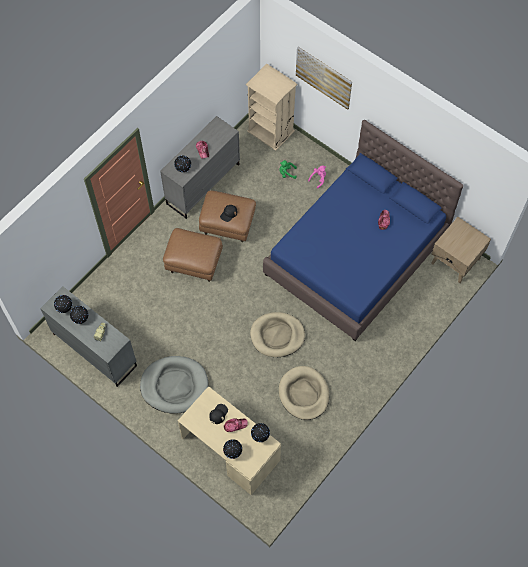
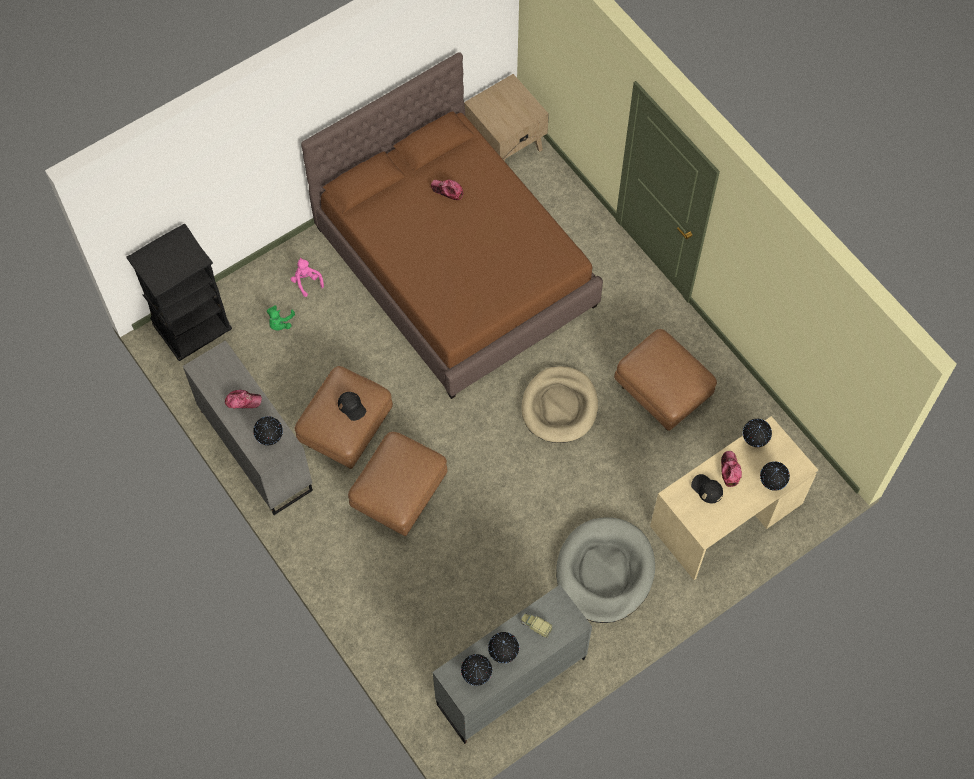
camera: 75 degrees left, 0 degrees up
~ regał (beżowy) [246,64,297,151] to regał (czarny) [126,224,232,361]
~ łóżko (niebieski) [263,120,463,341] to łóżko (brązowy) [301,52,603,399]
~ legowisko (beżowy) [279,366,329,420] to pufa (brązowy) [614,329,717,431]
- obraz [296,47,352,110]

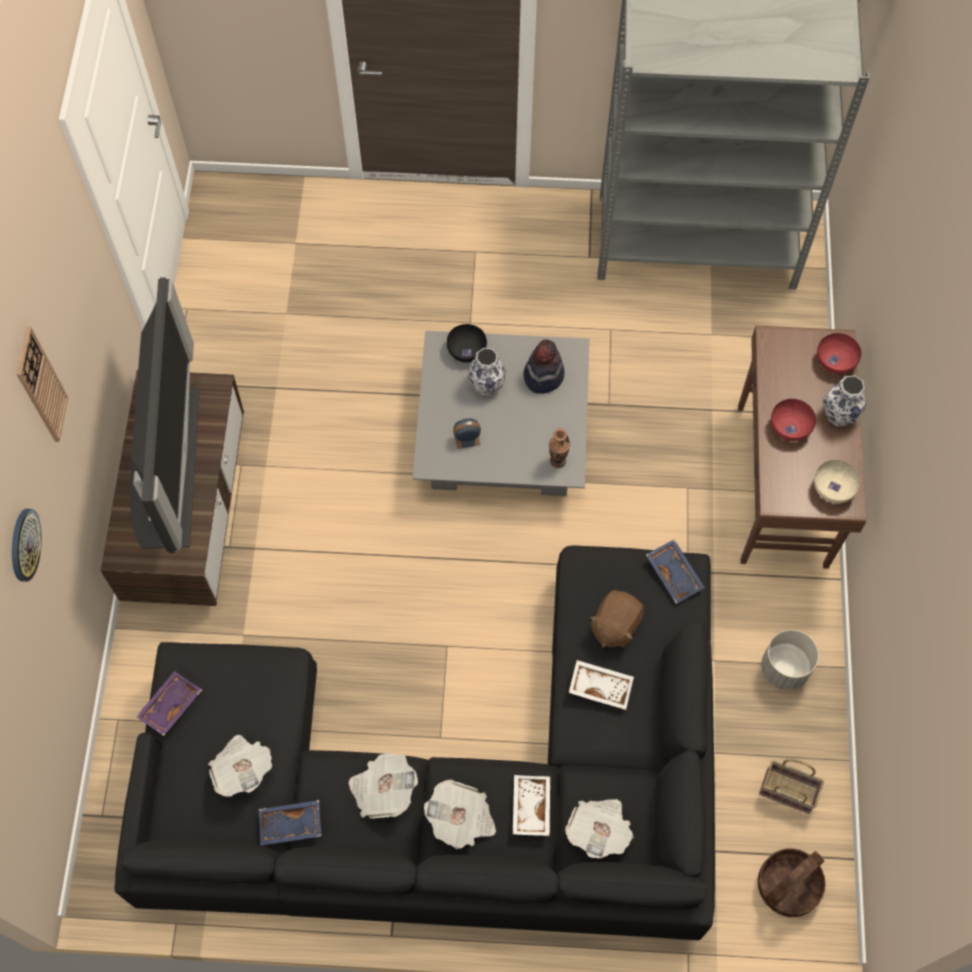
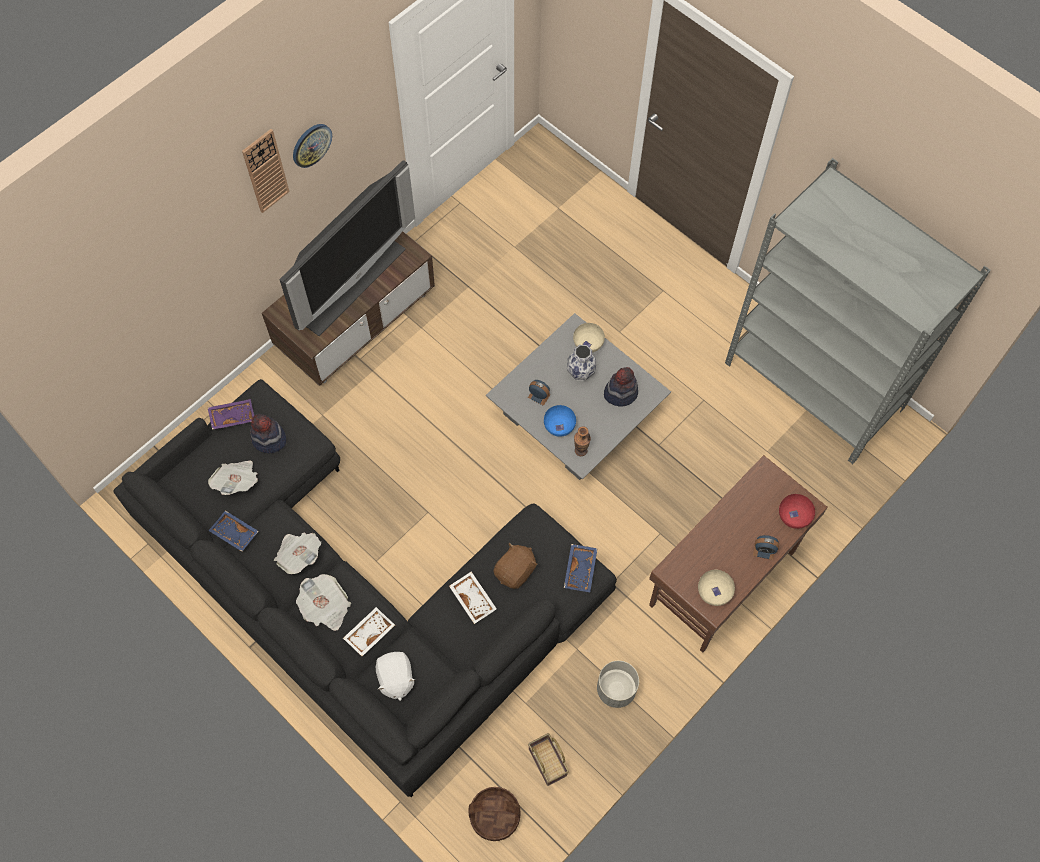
camera: 40 degrees right, 0 degrees up
+ kapelusz [250,414,286,453]
~ zegar ścienny [12,509,42,582] to [293,124,332,168]
~ gazeta [565,799,634,858] to pluszak (biały) [376,652,415,701]
~ pluszak (brązowy) [590,590,644,648] = [493,543,538,589] 150 degrees clockwise
+ miska (niebieski) [544,405,576,437]
~ miska (czarny) [447,324,487,363] to miska (beżowy) [573,323,605,353]
~ wazon [823,375,866,426] to budzik [753,535,779,560]
- miska (czerwony) [771,399,816,441]

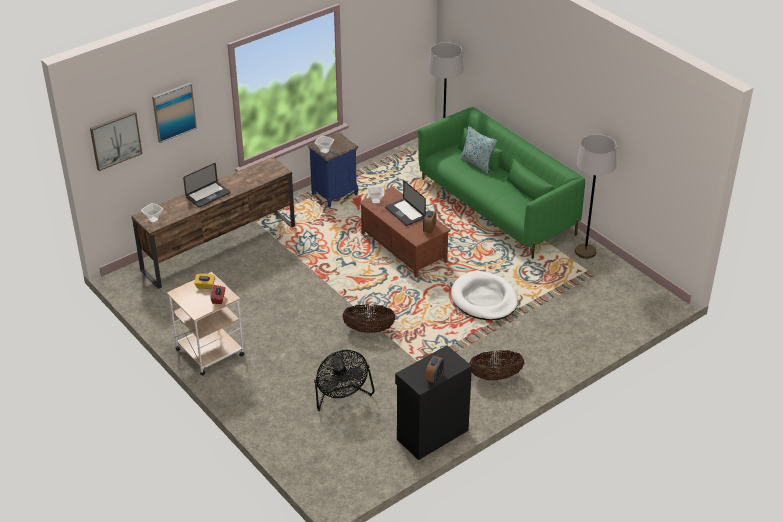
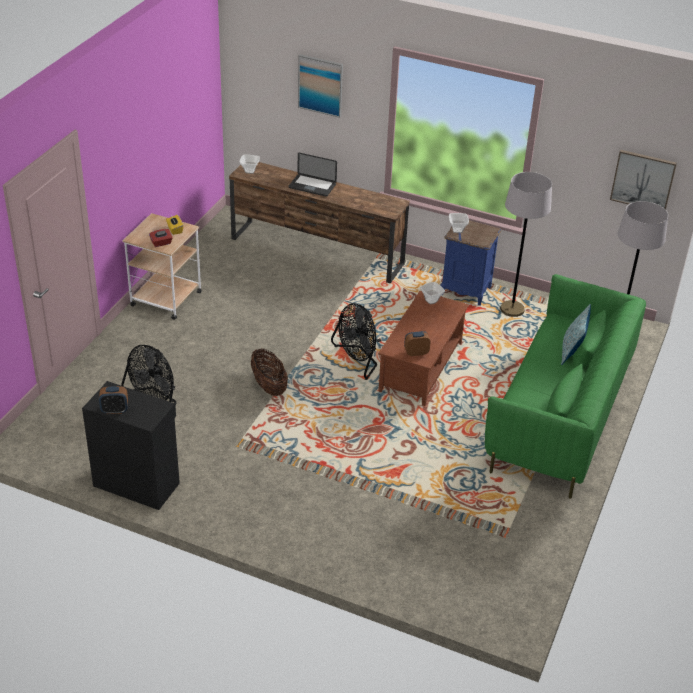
camera: 60 degrees right, 0 degrees up
+ wentylator (czarny) [331,303,382,380]
~ lampa stojąca (szary) [575,134,616,259] to [500,172,552,317]
~ obraz [90,111,142,171] to [610,150,677,209]
- laptop [385,181,426,226]
- legowisko (biały) [451,271,518,320]
- koszyk [469,350,524,380]

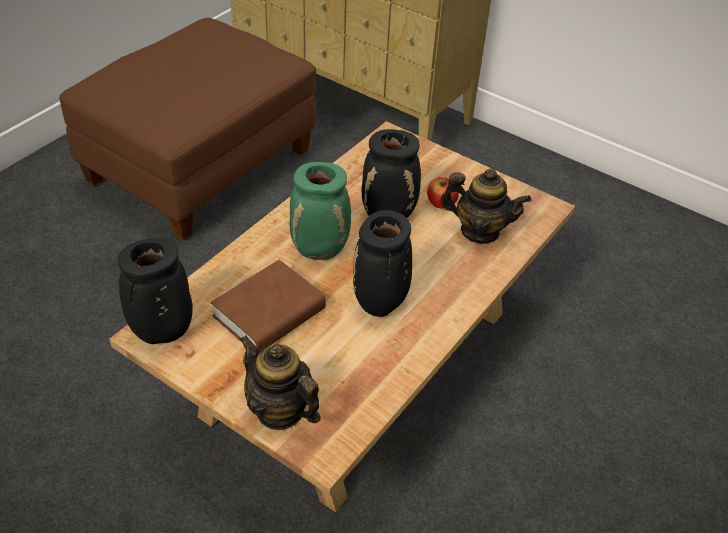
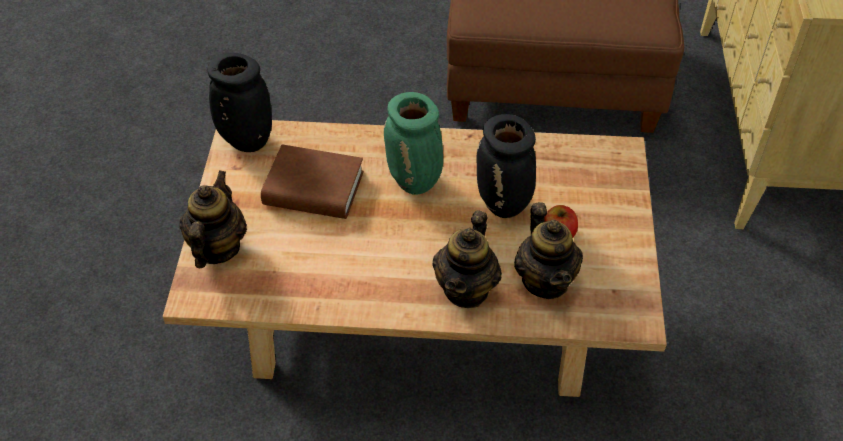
camera: 60 degrees right, 5 degrees up
+ imbryk [432,210,502,308]
- wazon (czarny) [353,210,412,317]

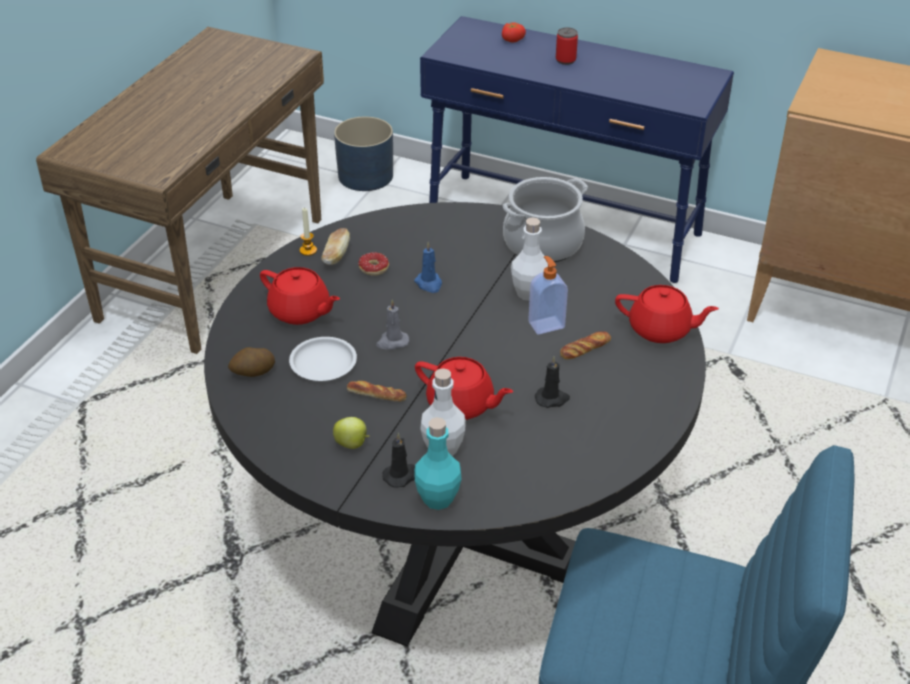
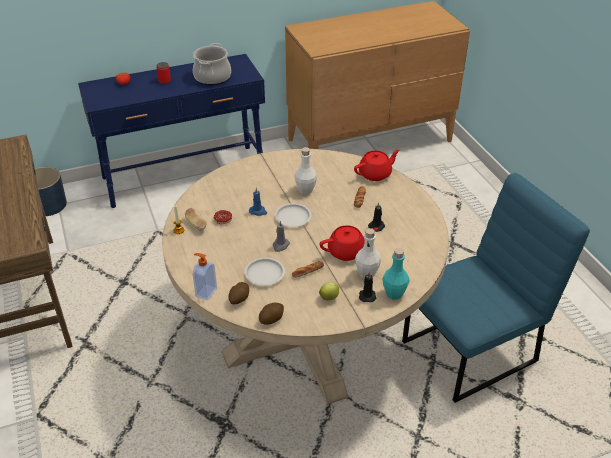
camera: 45 degrees left, 0 degrees up
~ stół jadalny (czarny) [204,202,706,646] to stół jadalny (beżowy) [162,149,449,404]
~ garnek [503,177,588,262] to [193,43,231,85]
~ dozownik mydła [528,256,568,335] to [193,253,217,301]
+ ziemniak [259,303,284,325]
+ talerz (biały) [274,203,311,227]
- imbryk (czerwony) [260,267,340,325]

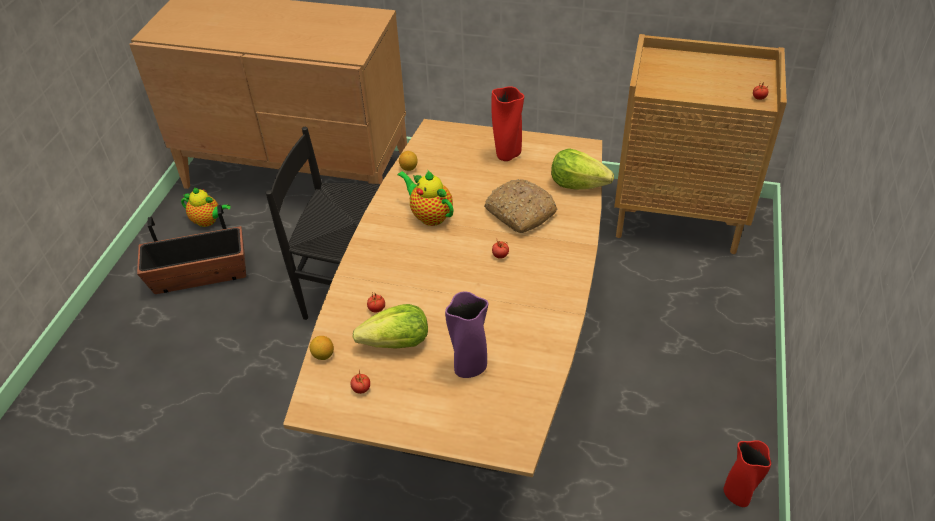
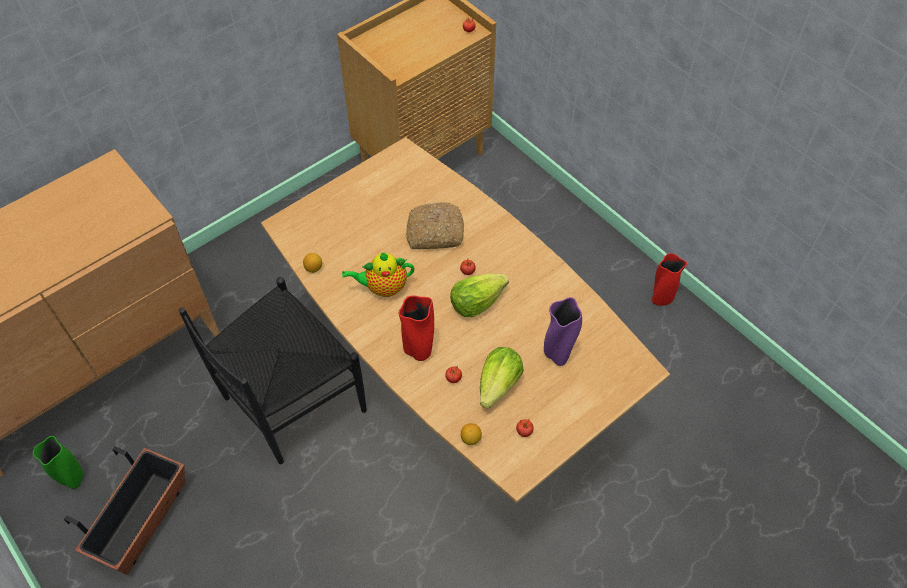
camera: 55 degrees left, 10 degrees up
~ imbryk [181,187,231,227] to wazon (zielony) [33,436,83,489]
~ wazon (czerwony) [491,86,524,161] to [399,295,434,361]
~ sałata [551,149,614,190] to [450,274,509,317]

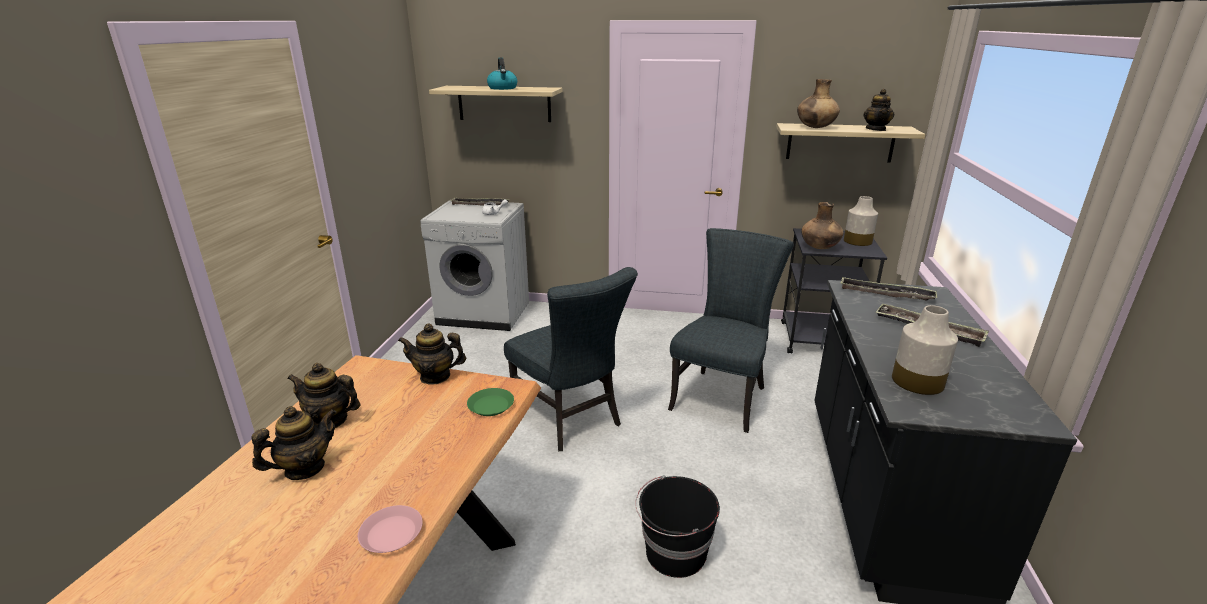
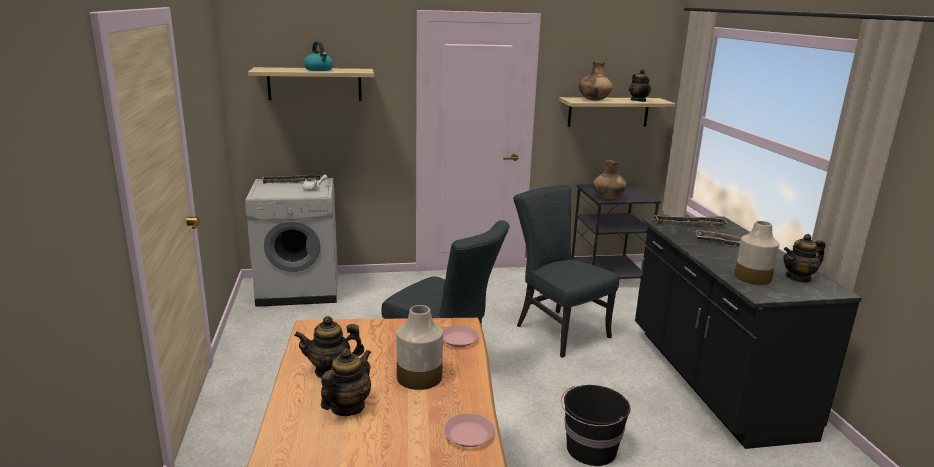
camera: 20 degrees left, 5 degrees down
~ wazon (beżowy) [844,196,878,246] to [396,305,443,390]
~ talerz (zielony) [467,388,514,416] to talerz (różowy) [443,325,479,347]
~ krzesło (szary) [668,228,794,433] = [513,185,619,358] 45 degrees counterclockwise
~ imbryk [398,324,466,385] to [784,234,825,283]

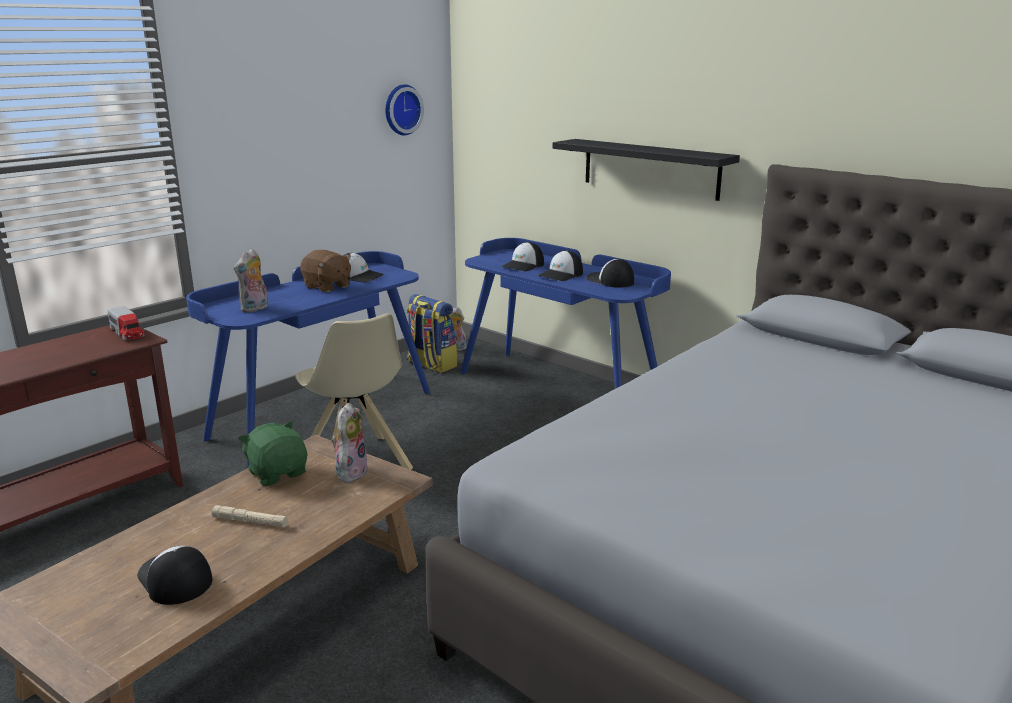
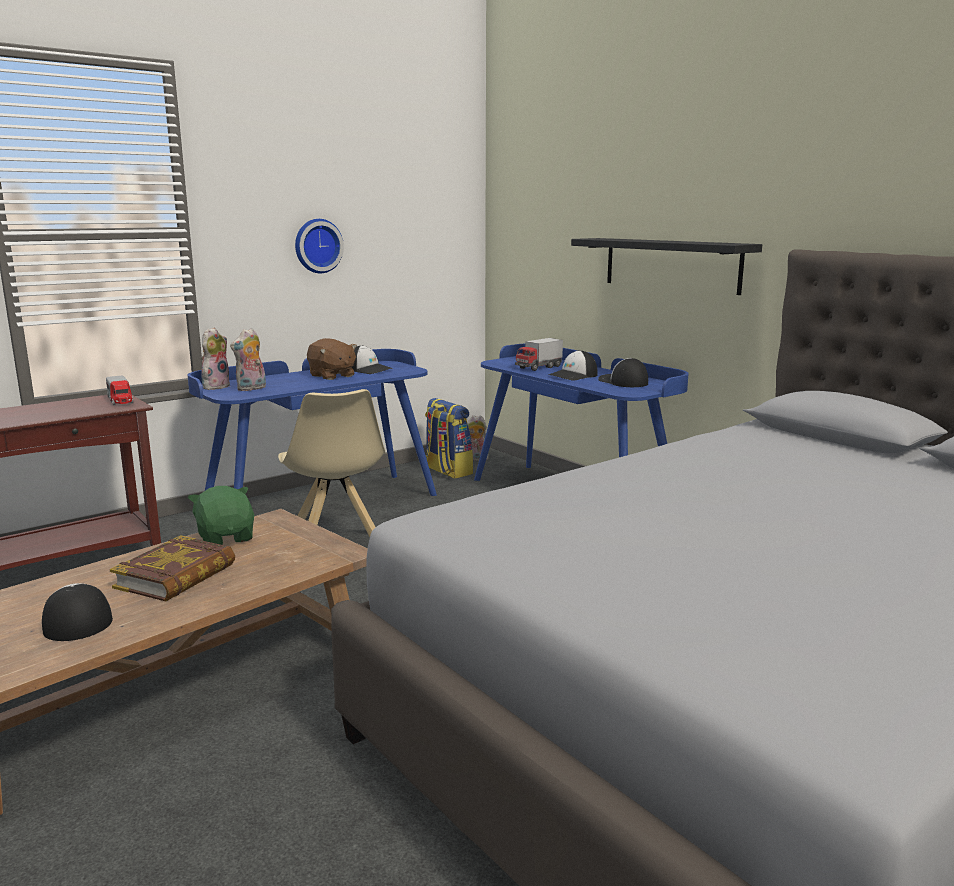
camera: 10 degrees right, 5 degrees down
~ latarka (beżowy) [212,505,288,528] to książka [110,535,235,601]
~ pluszak [331,403,368,483] to [201,327,230,390]
~ zegar ścienny [385,84,424,135] to [295,219,344,273]
~ czapka z daszkiem [501,242,544,271] to ciężarówka zabawkowa [515,338,563,371]

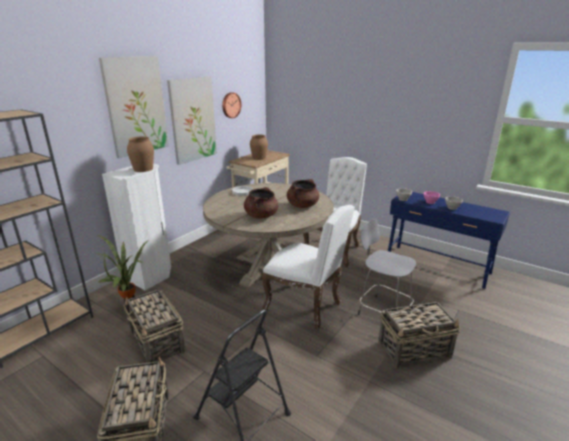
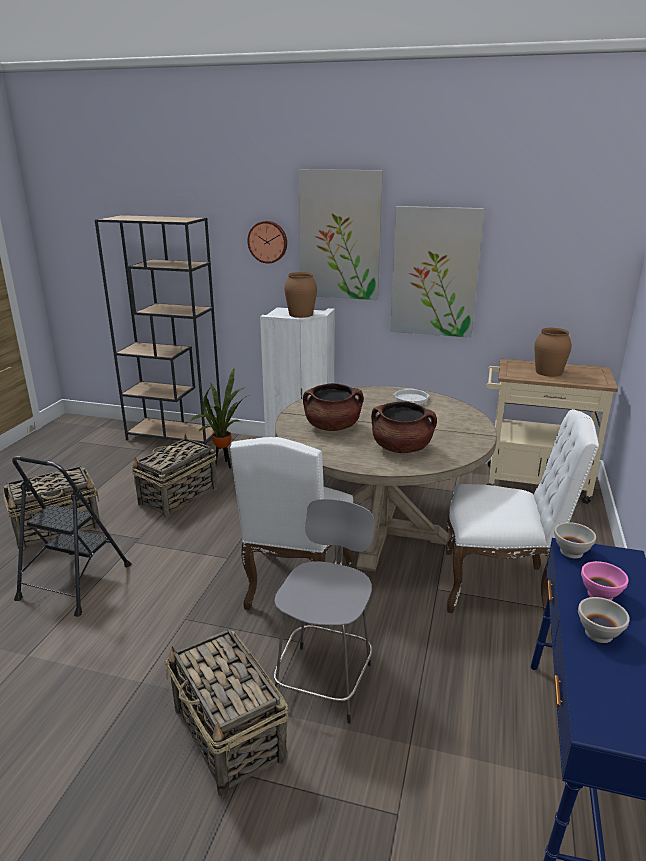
camera: 70 degrees right, 0 degrees up
~ zegar ścienny [222,92,241,118] to [247,221,287,263]

